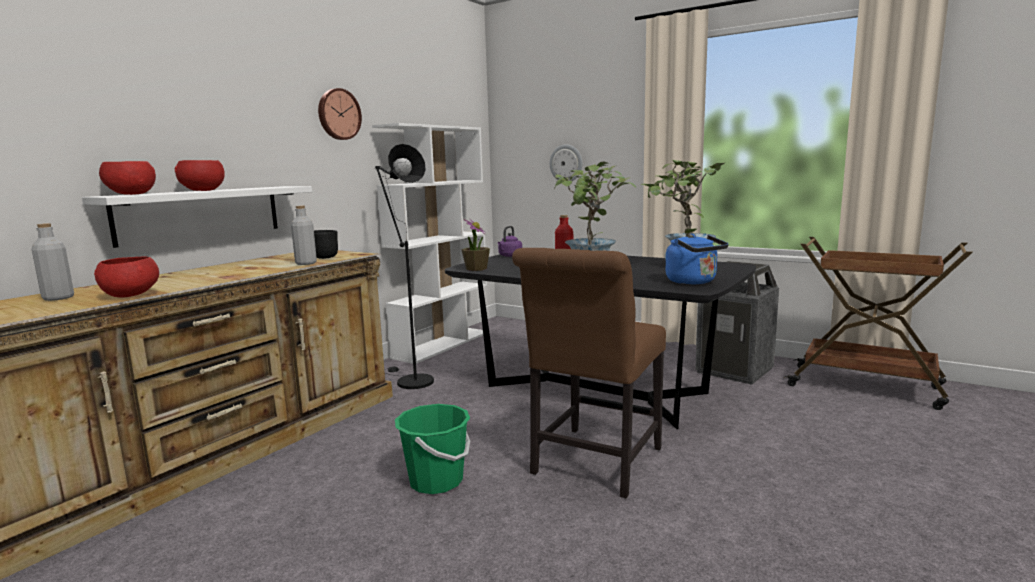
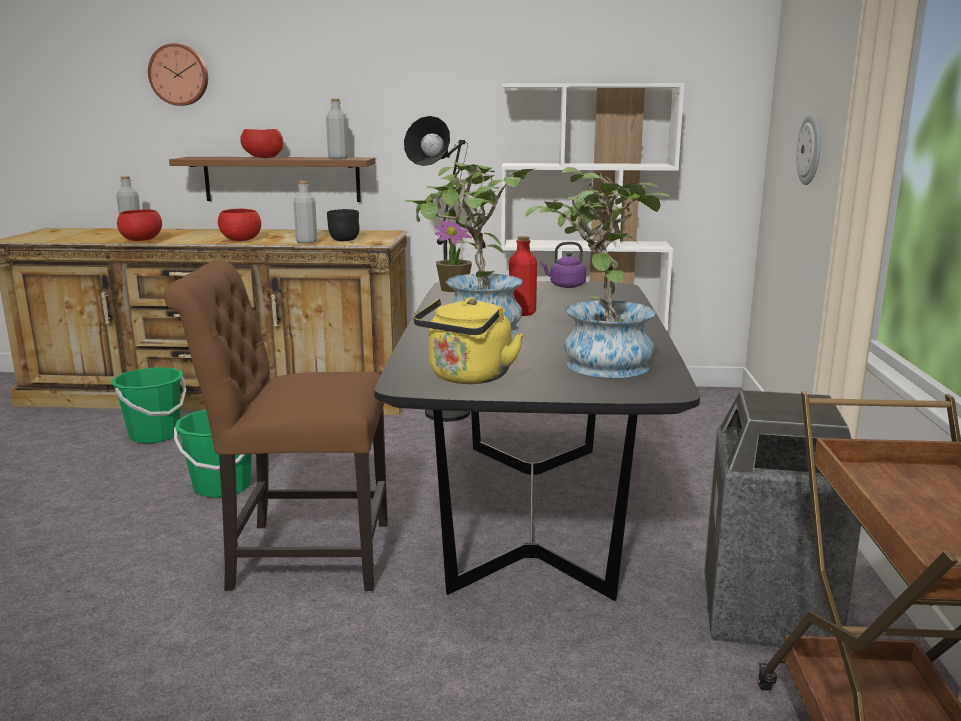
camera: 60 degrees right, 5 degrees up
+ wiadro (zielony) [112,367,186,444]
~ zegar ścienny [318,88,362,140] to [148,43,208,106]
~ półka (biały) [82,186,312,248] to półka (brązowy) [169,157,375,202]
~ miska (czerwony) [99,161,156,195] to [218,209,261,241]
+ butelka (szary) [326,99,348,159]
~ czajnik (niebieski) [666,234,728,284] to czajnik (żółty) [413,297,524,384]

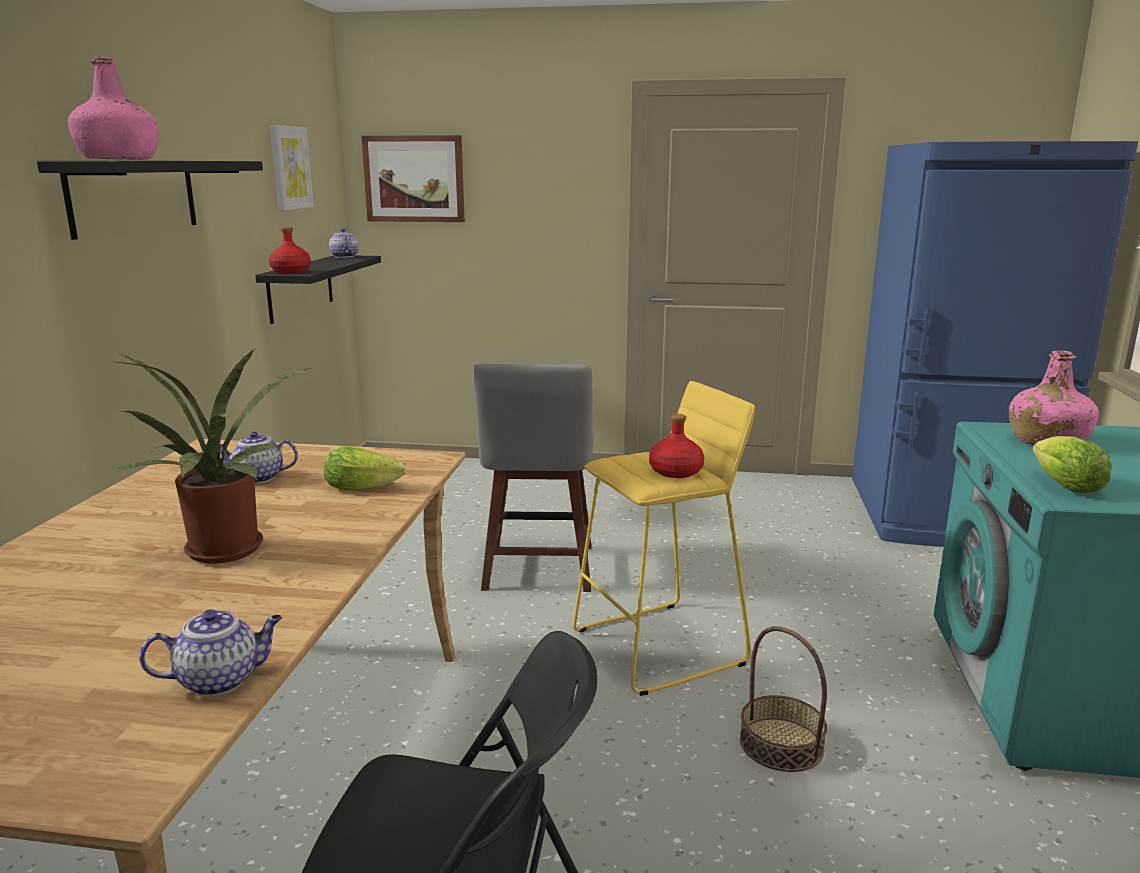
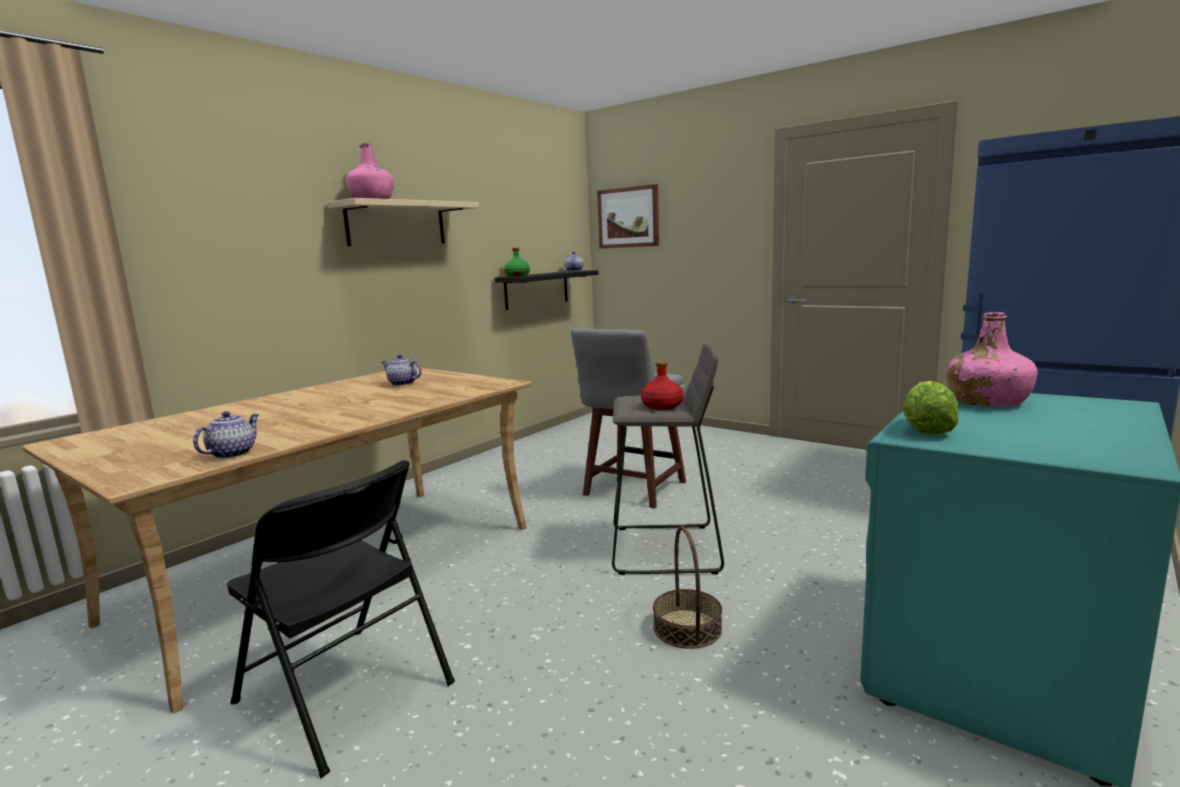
camera: 30 degrees right, 5 degrees down
~ imbryk [139,609,282,696] = [193,411,259,459] 75 degrees counterclockwise
~ półka (czarny) [37,161,263,240] to półka (beżowy) [327,198,479,246]
~ butelka (czerwony) [269,227,311,273] to butelka (zielony) [504,247,530,277]
~ stołek (żółty) [573,381,755,696] to stołek (szary) [612,343,724,575]
- roślina doniczkowa [106,348,312,564]
- obraz [270,125,314,210]
- sałata [324,446,406,491]

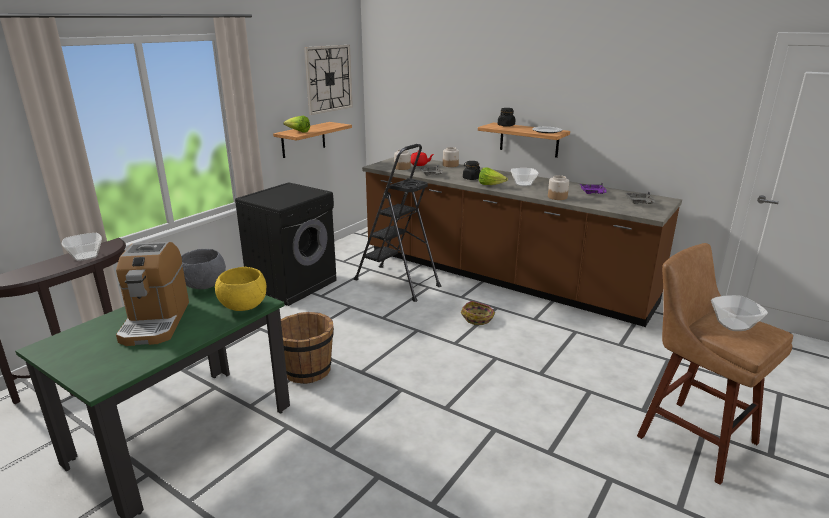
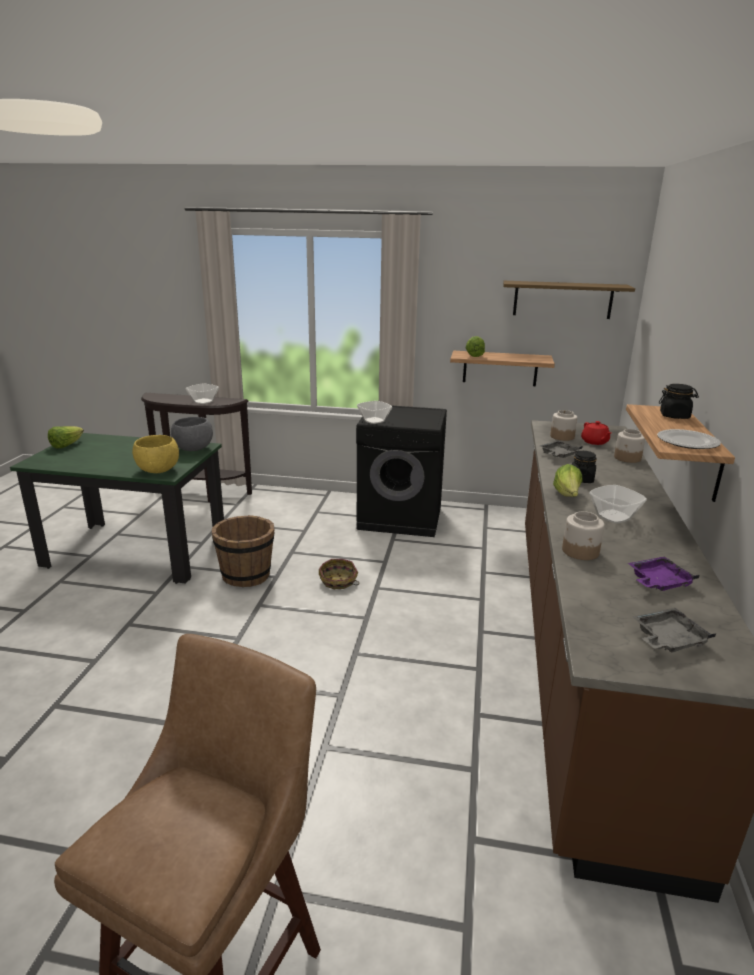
camera: 65 degrees right, 0 degrees up
+ sałata [48,426,84,449]
~ koszyk [461,301,495,325] to [319,559,360,589]
~ miska [711,295,768,331] to [357,401,392,424]
~ zegar ścienny [304,45,353,115] to półka [503,281,635,319]
- ekspres do kawy [116,242,189,346]
- drabinka [353,144,441,302]

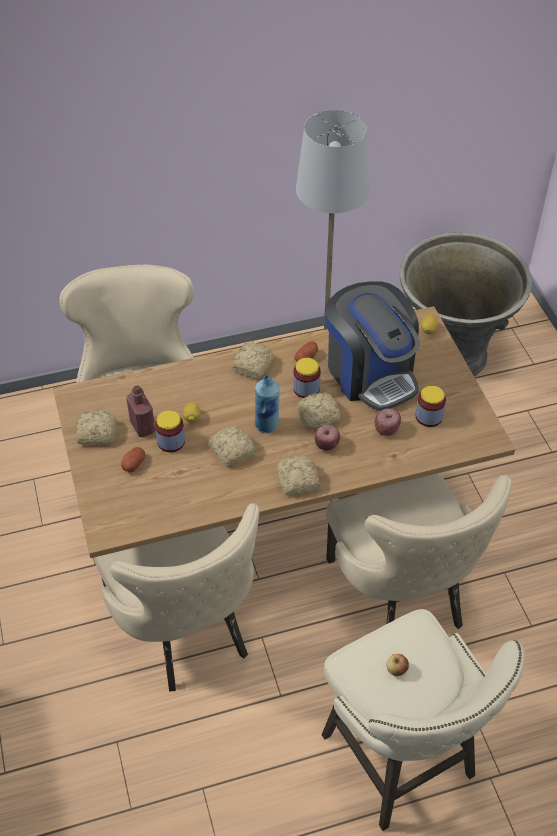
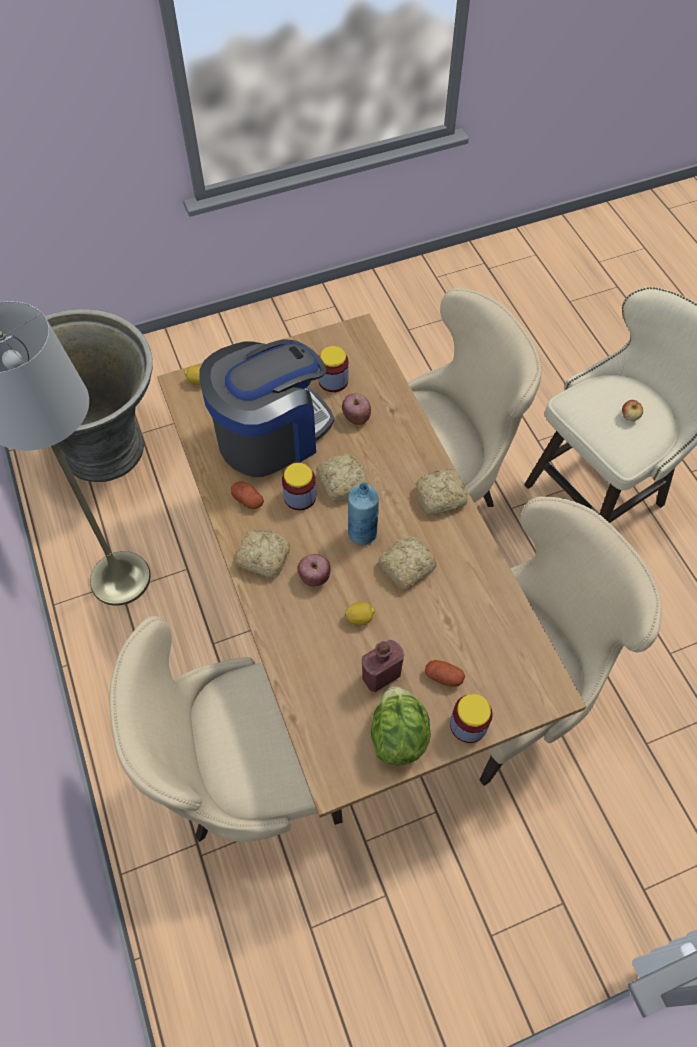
camera: 95 degrees left, 10 degrees up
~ jabłko [315,424,340,450] to [297,554,331,586]
~ chleb [76,409,117,444] to sałata [370,687,431,765]
~ słoik [155,410,185,452] to [450,694,493,743]

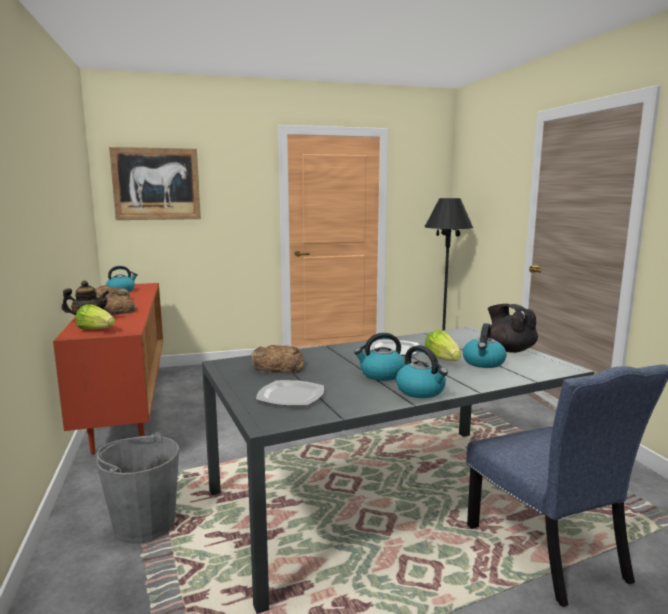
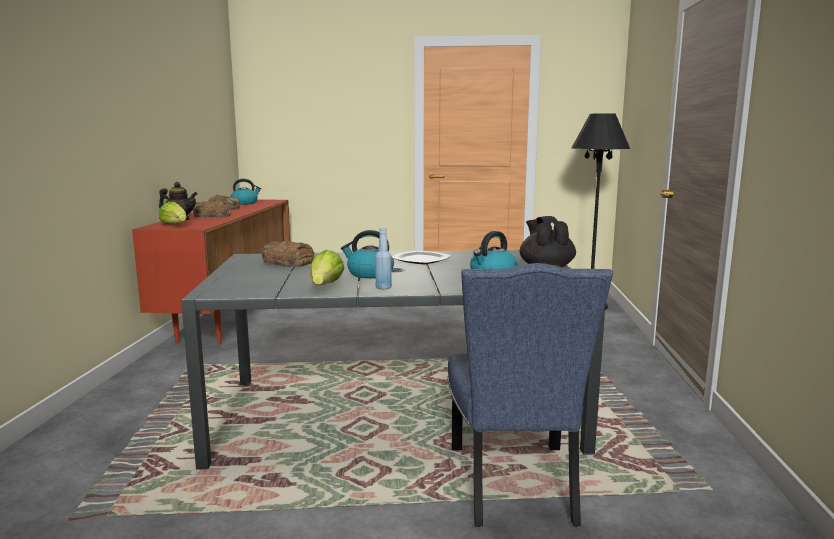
camera: 20 degrees right, 0 degrees up
~ sałata [425,330,461,361] to [310,250,345,285]
~ czajnik [396,345,448,398] to butelka (niebieski) [375,228,392,289]
- wiadro (szary) [96,432,179,544]
- obraz [109,147,201,220]
- talerz [256,380,324,406]

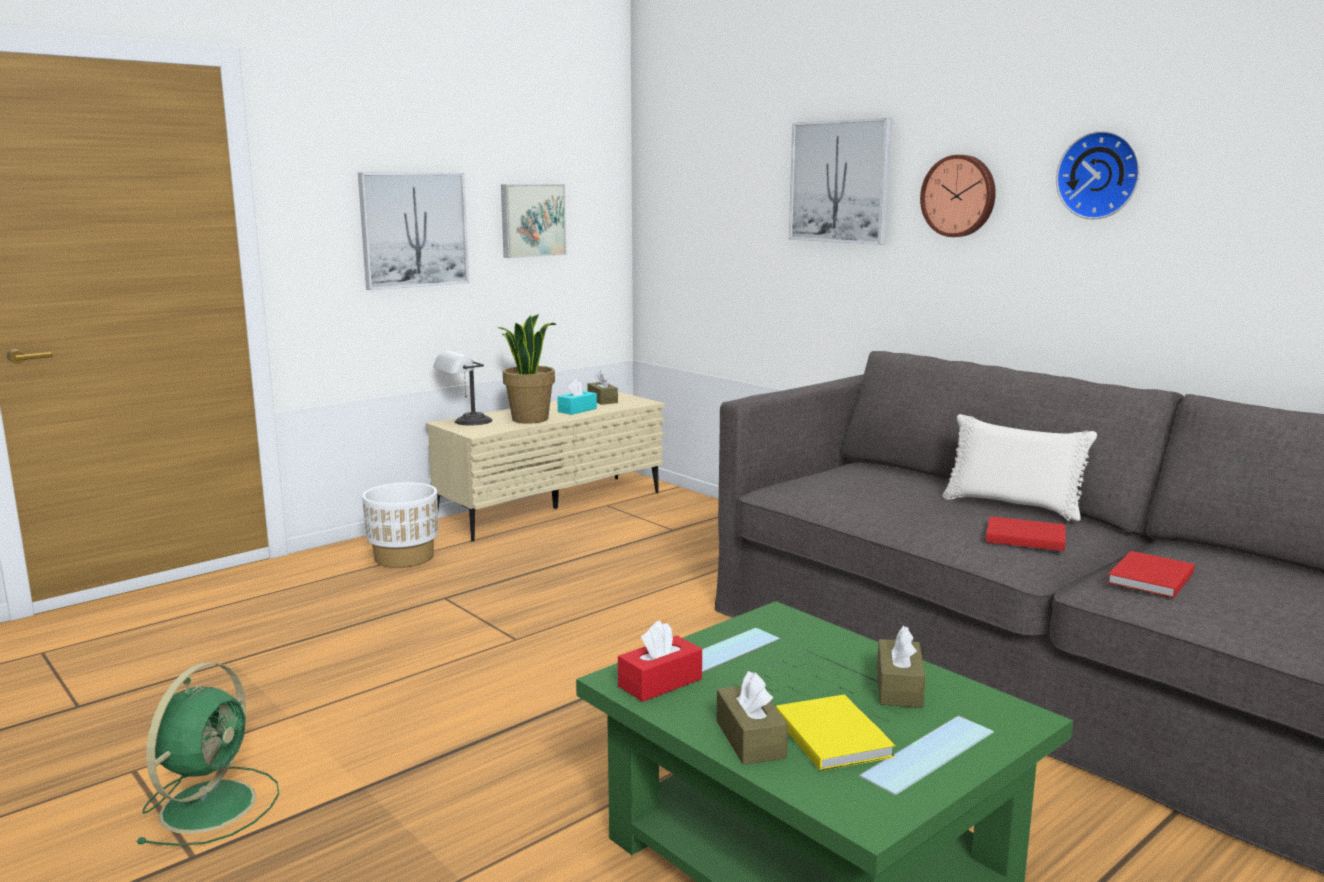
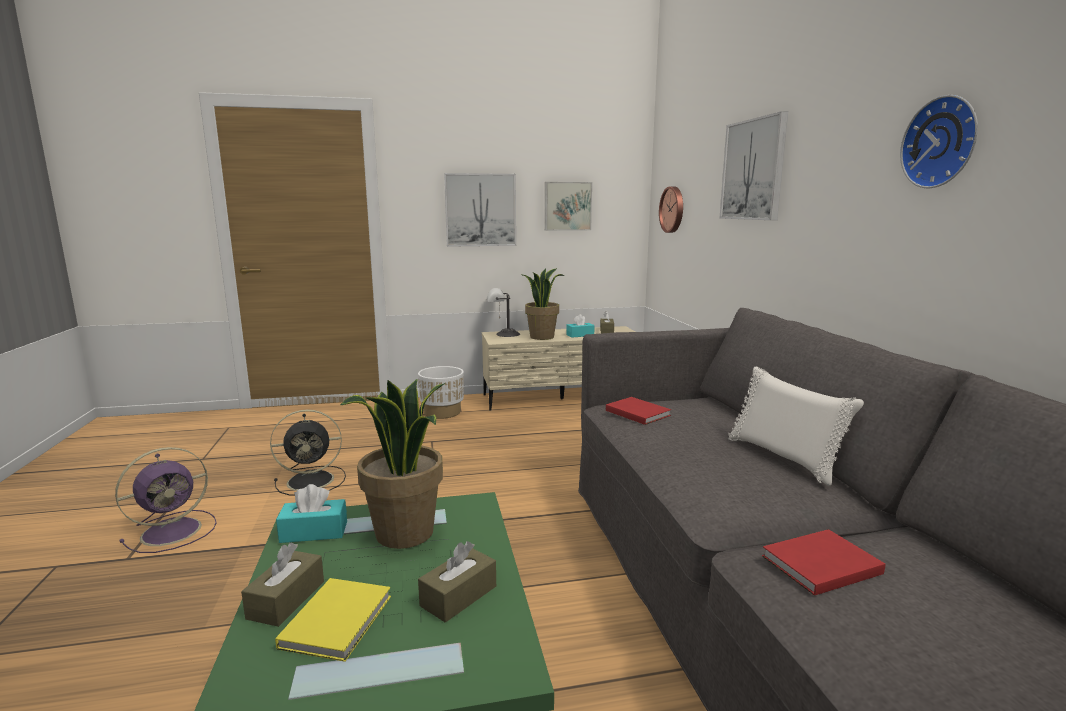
camera: 30 degrees right, 0 degrees up
~ wentylator (zielony) [135,662,279,846] to wentylator (fioletowy) [115,447,217,553]
+ wentylator (czarny) [270,409,346,496]
~ pudełko chusteczek (czerwony) [618,621,702,702] to pudełko chusteczek (turkusowy) [276,484,347,543]
+ roślina doniczkowa [340,379,446,549]
~ książka (czerwony) [986,516,1066,551] to [606,397,671,425]
~ zegar ścienny [920,155,996,237] to [659,186,683,233]

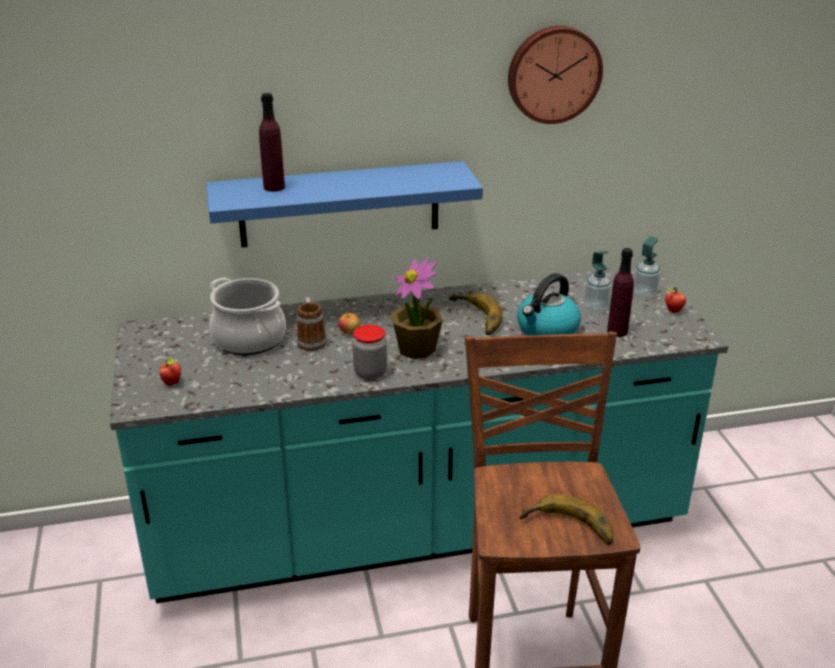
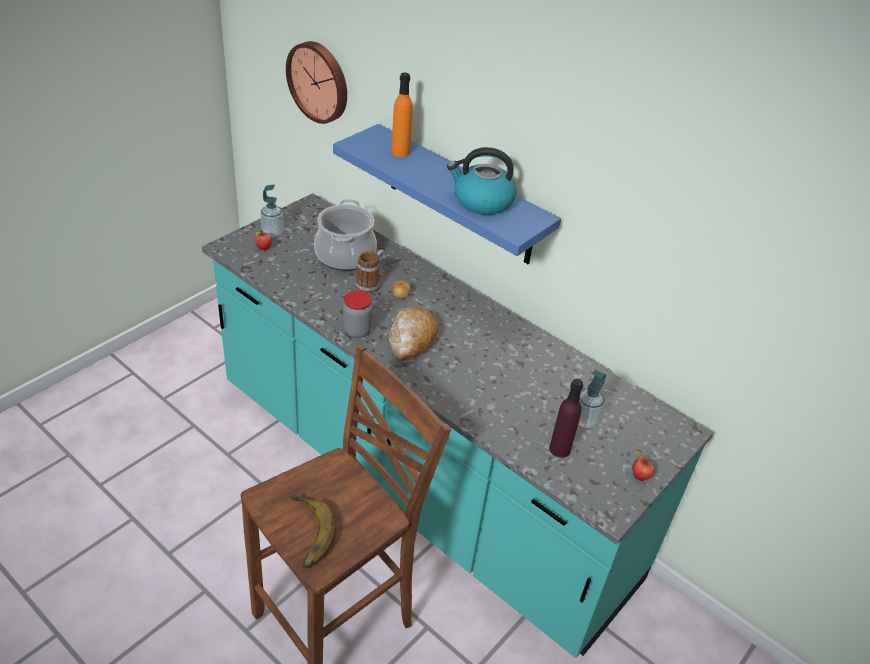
camera: 50 degrees right, 10 degrees up
~ dozownik mydła [633,236,660,299] to [261,184,283,237]
~ zegar ścienny [508,26,603,124] to [286,41,347,124]
~ roślina doniczkowa [391,258,443,359] to chleb [388,307,438,361]
~ butelka (fioletowy) [259,93,285,192] to butelka (pomarańczowy) [391,73,413,158]
~ czajnik [517,273,581,336] to [447,147,517,215]
- banan [449,293,502,335]

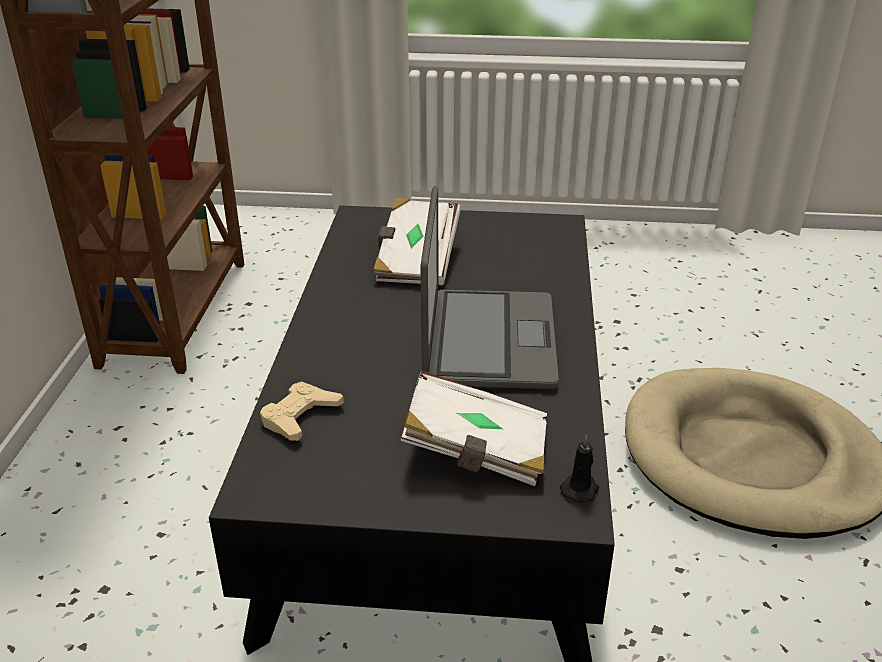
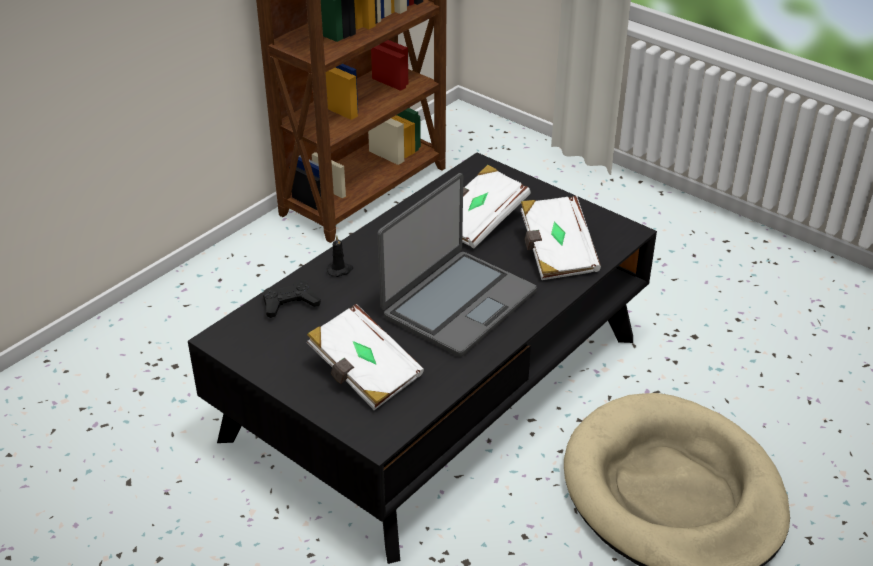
camera: 35 degrees right, 5 degrees up
~ pad do gier (beżowy) [260,381,344,441] to pad do gier (czarny) [263,280,321,318]
~ świeca (czarny) [560,435,599,503] to [326,235,353,277]
+ książka (biały) [521,196,601,280]

